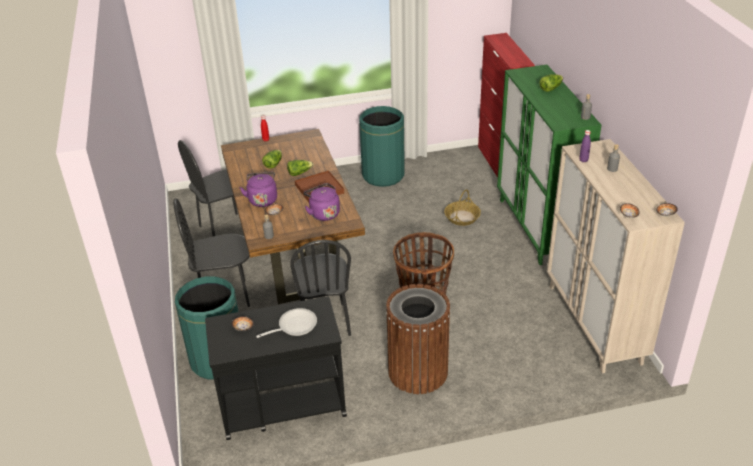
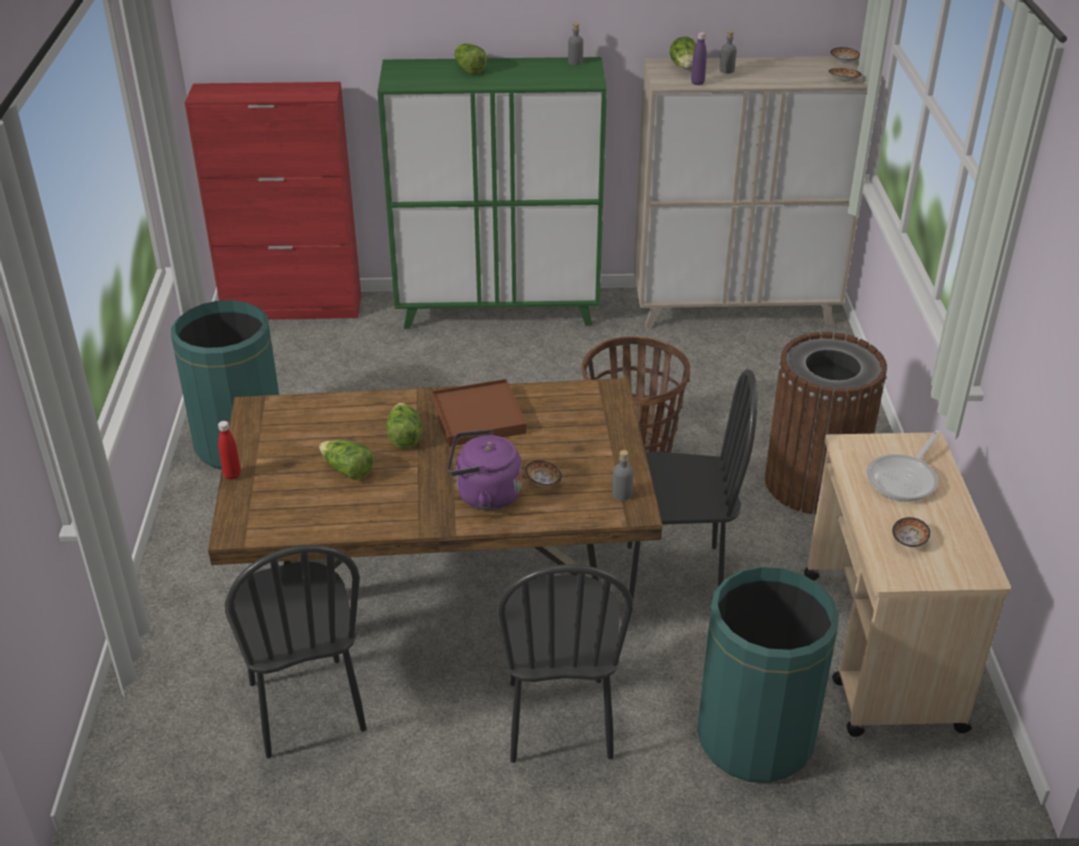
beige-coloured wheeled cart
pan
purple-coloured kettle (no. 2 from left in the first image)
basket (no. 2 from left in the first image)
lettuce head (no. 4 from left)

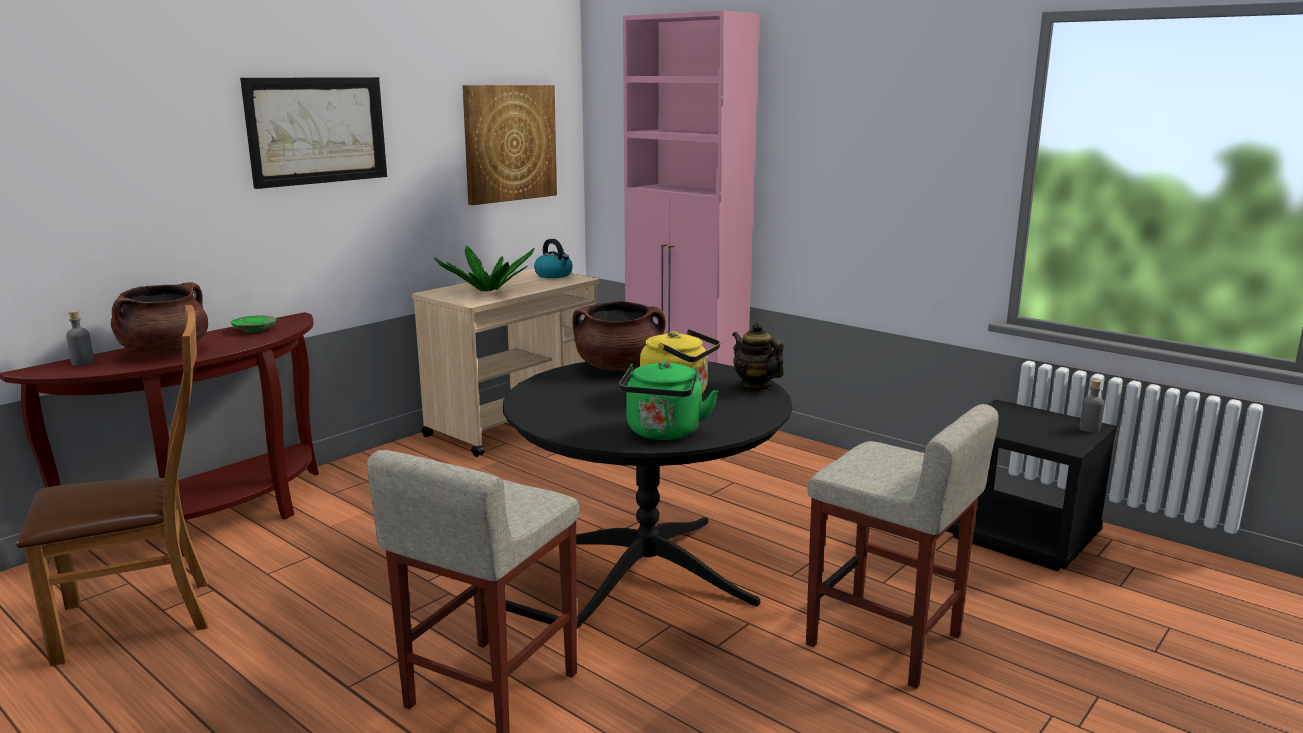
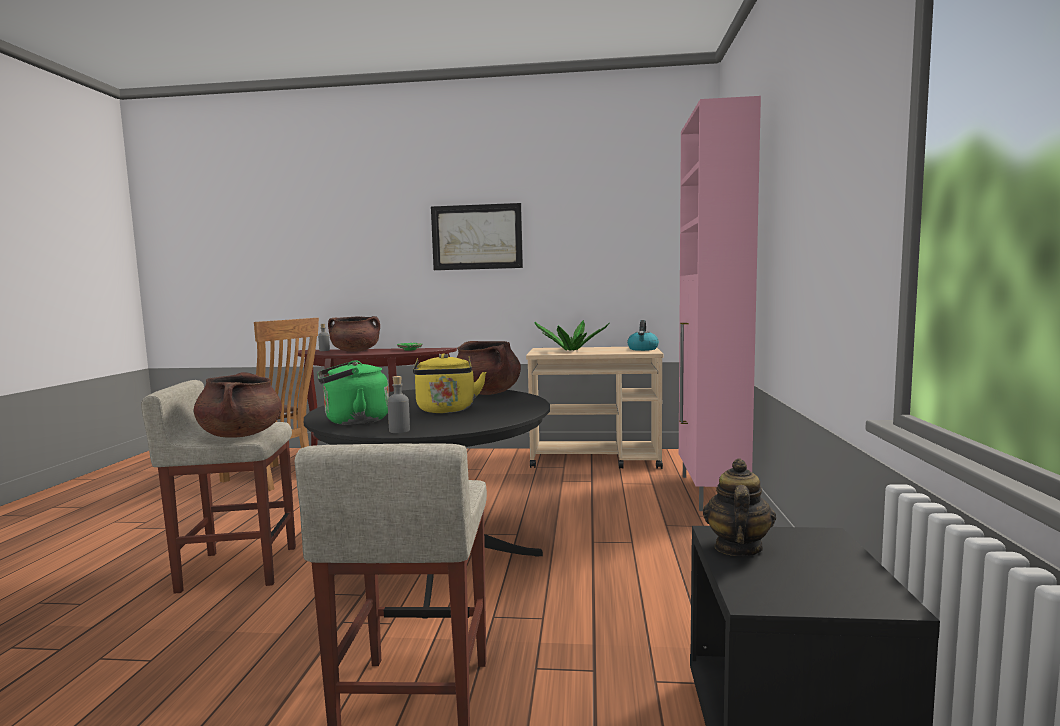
wall art (no. 2 from left in the first image)
tea pot
grey beverage bottle (no. 2 from left)
brown-coloured cooking pot (no. 1 from left)

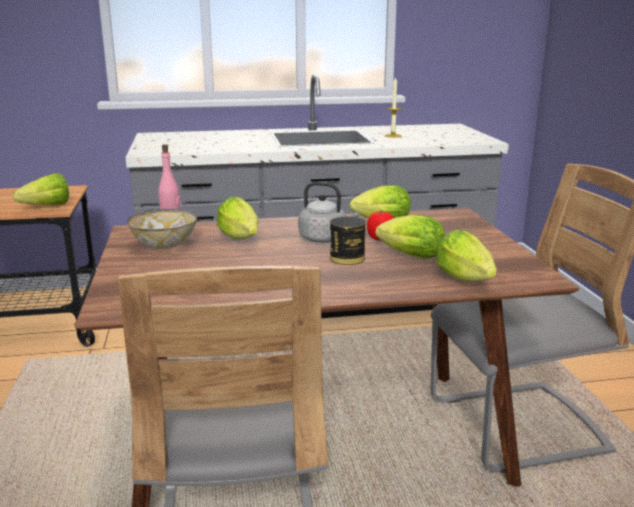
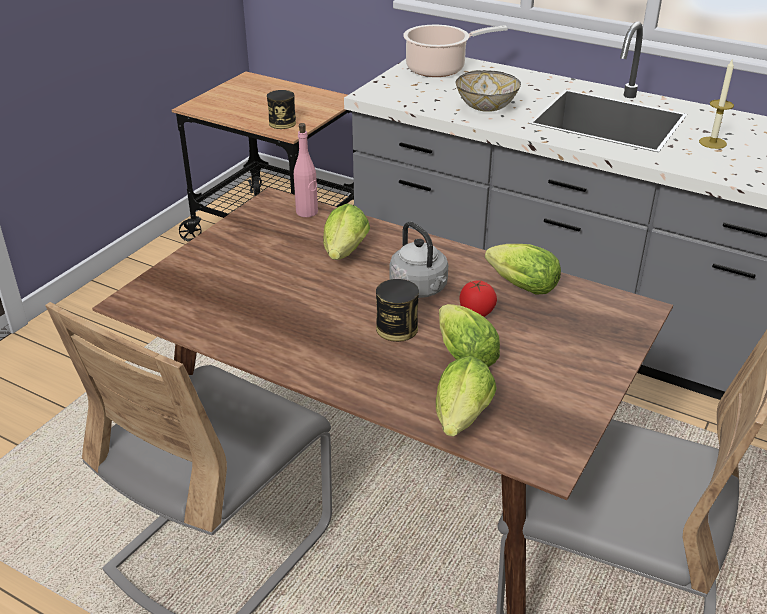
can (no. 1 from left)
serving bowl
cooking pot

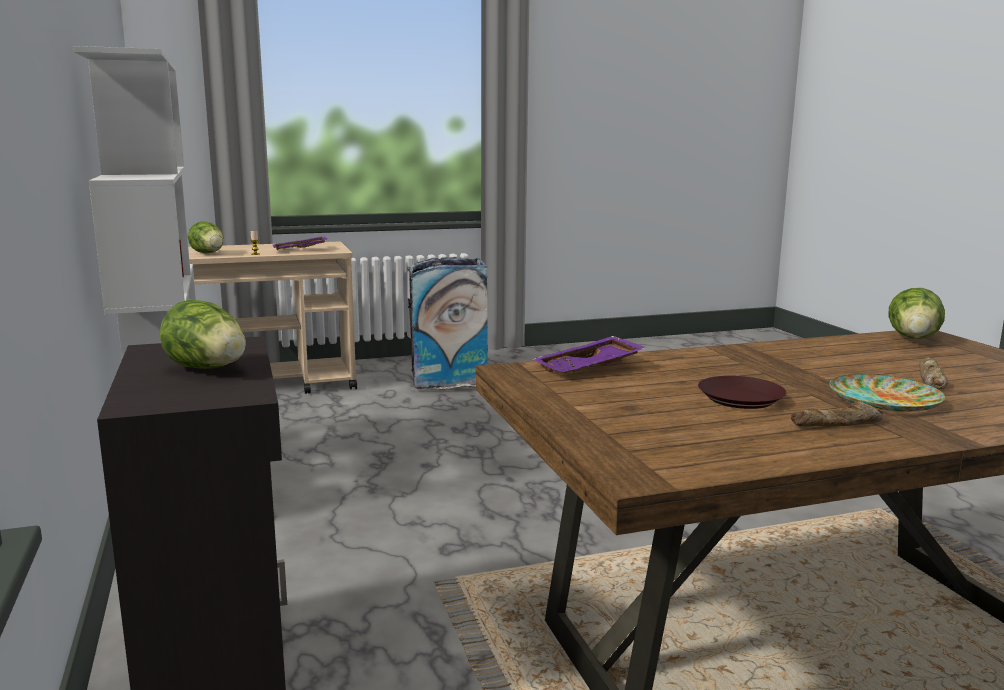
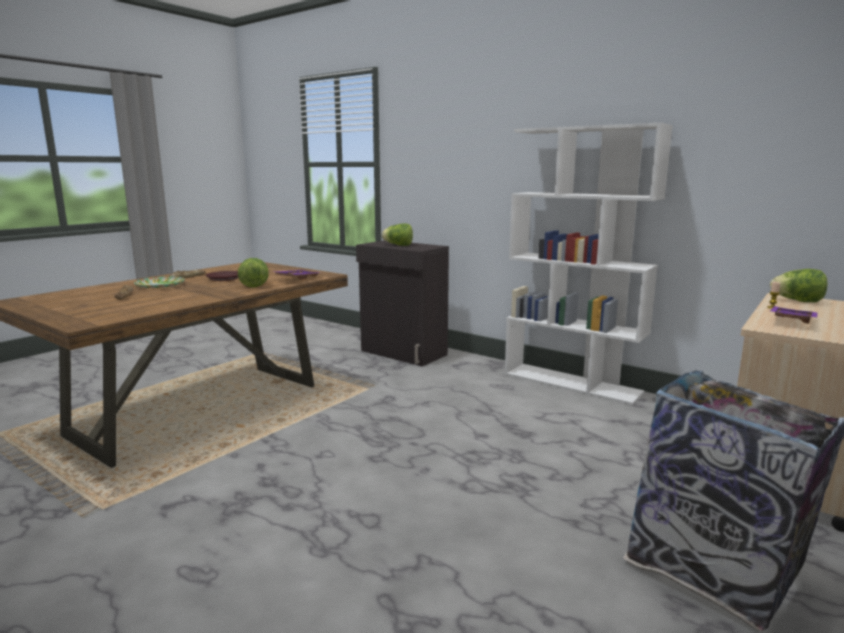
lettuce head (no. 1 from left)

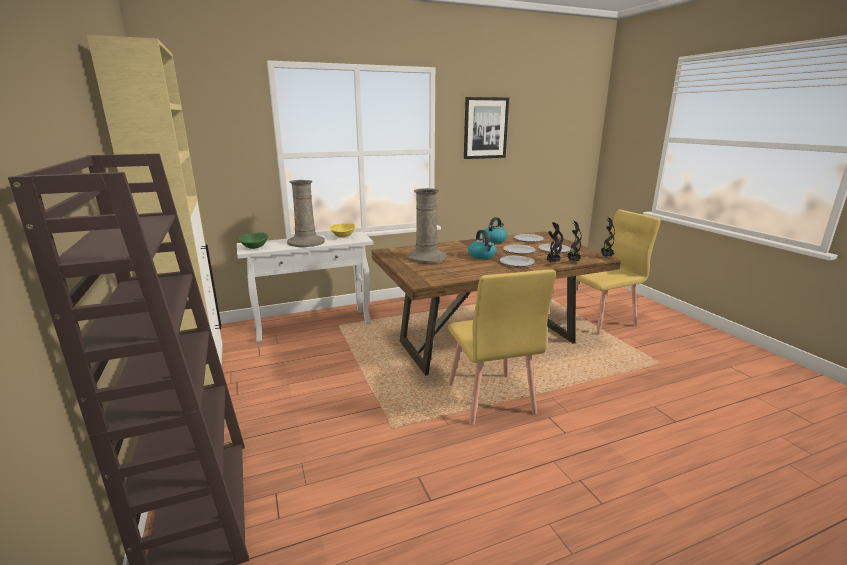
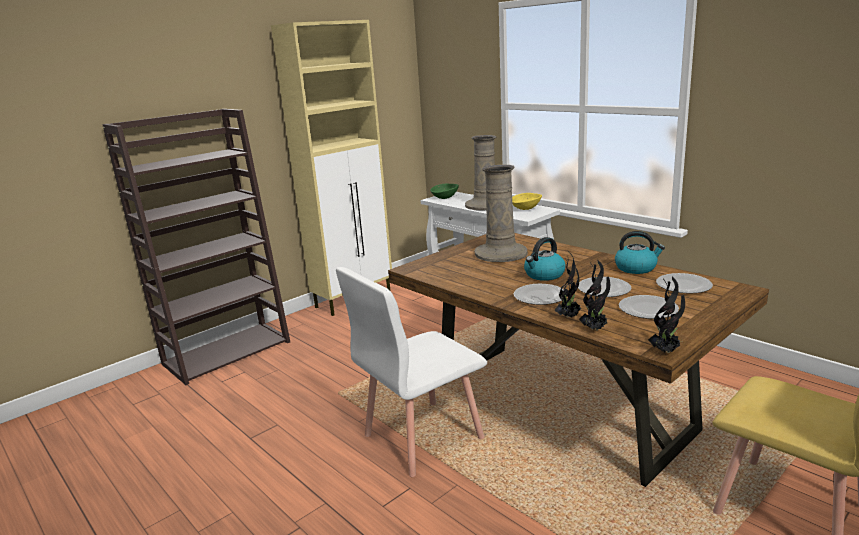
whitish plain chair
wall art

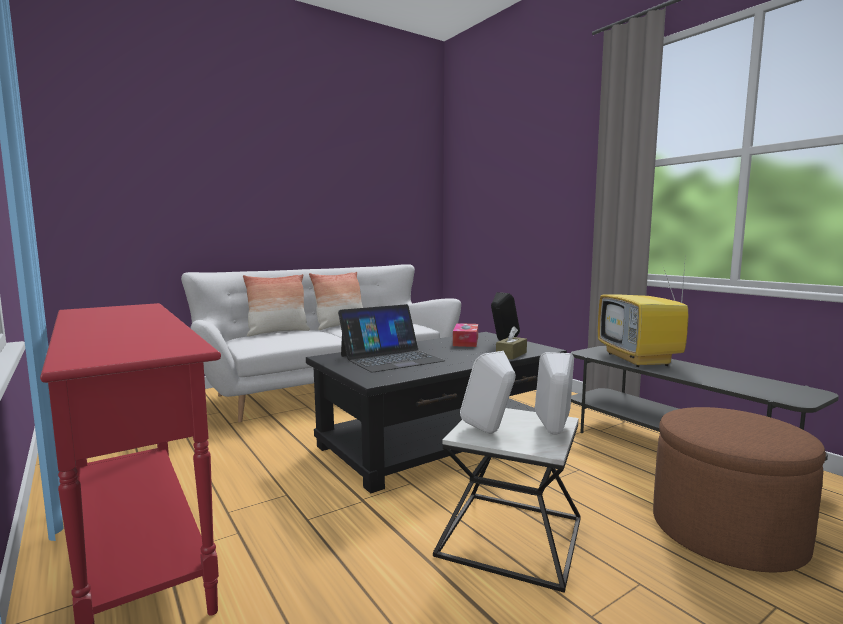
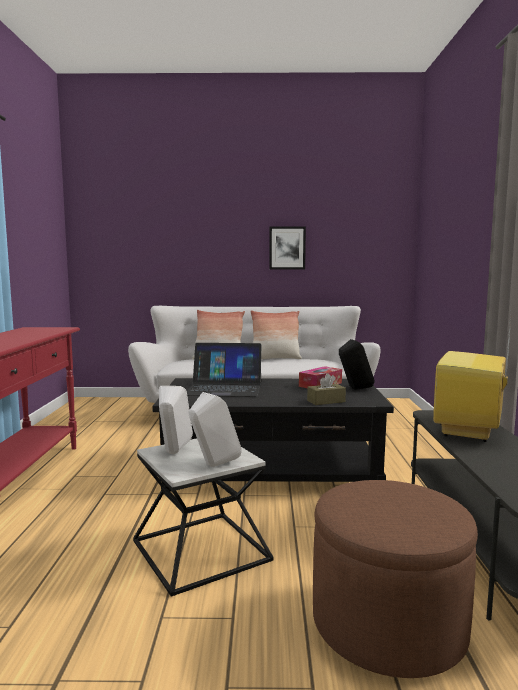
wall art

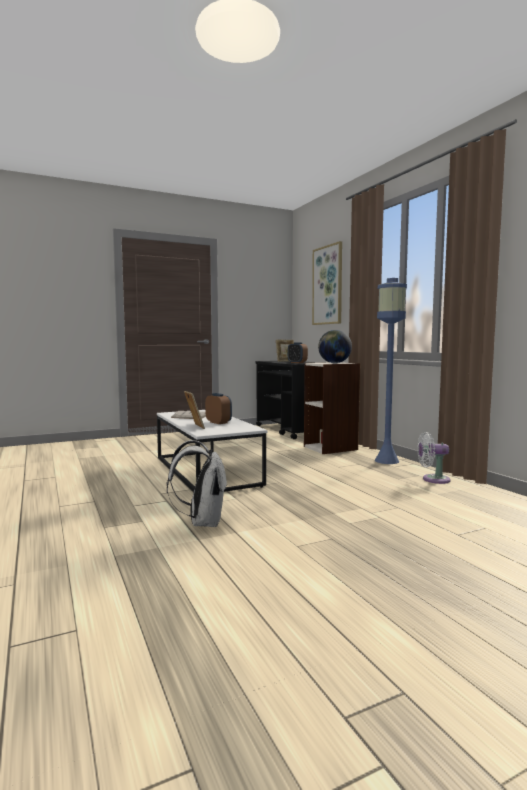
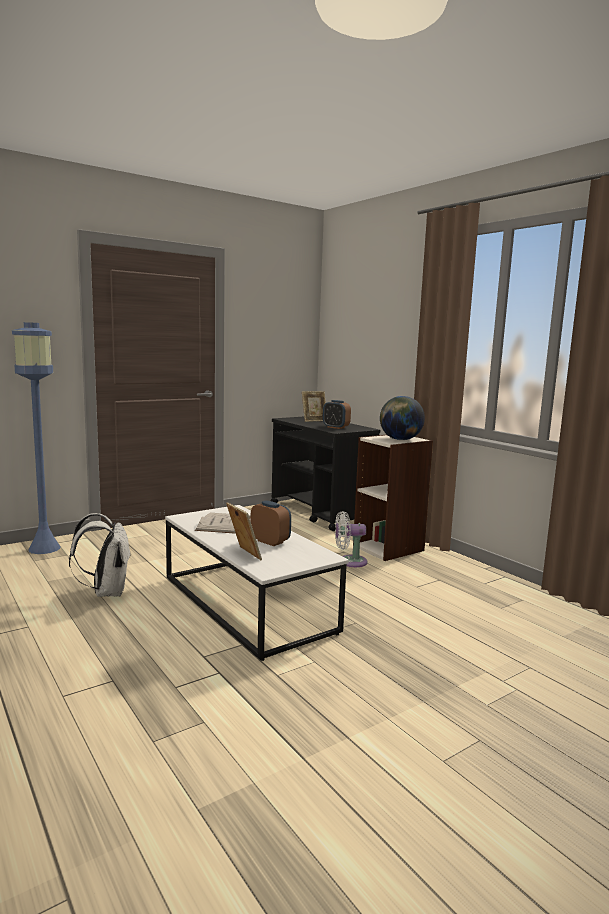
whitish rucksack
wall art
blue-coloured floor lamp
whitish cooling fan

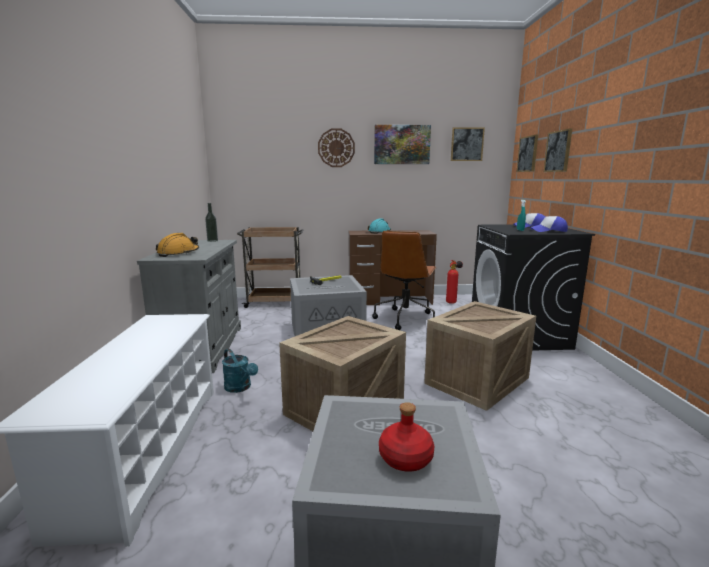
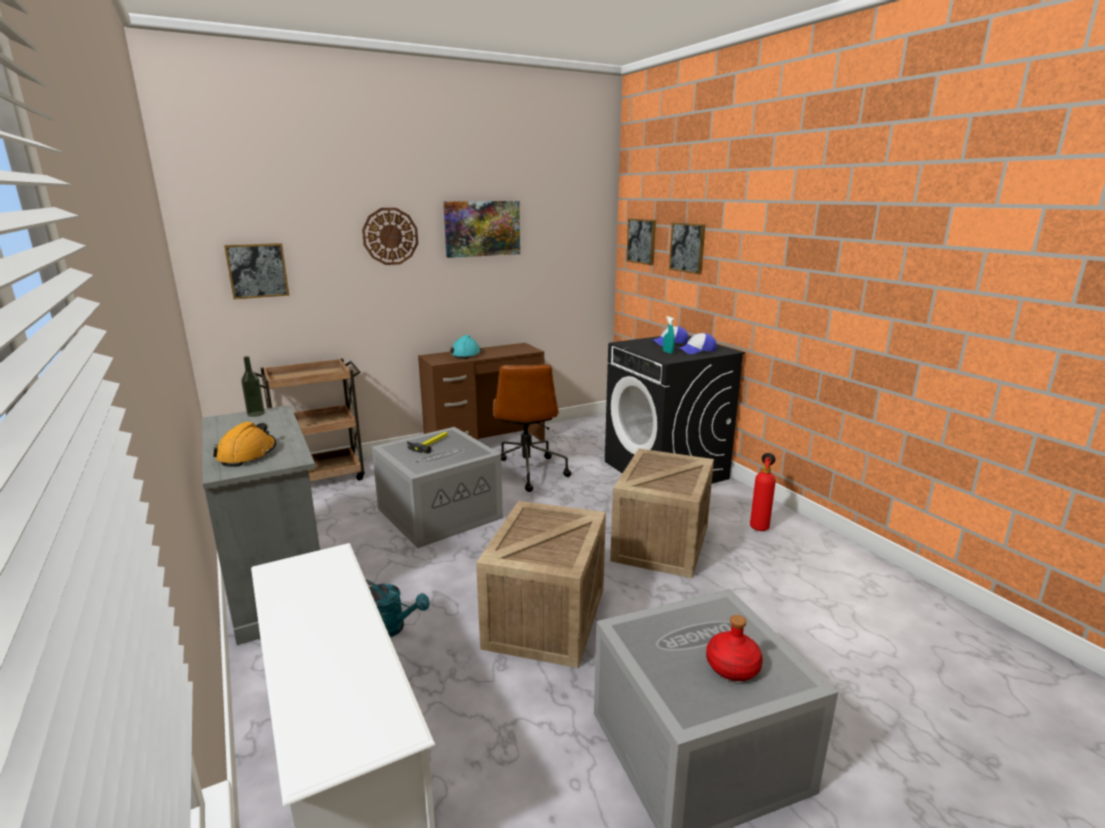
fire-fighting cylinder
wall art (no. 1 from left)

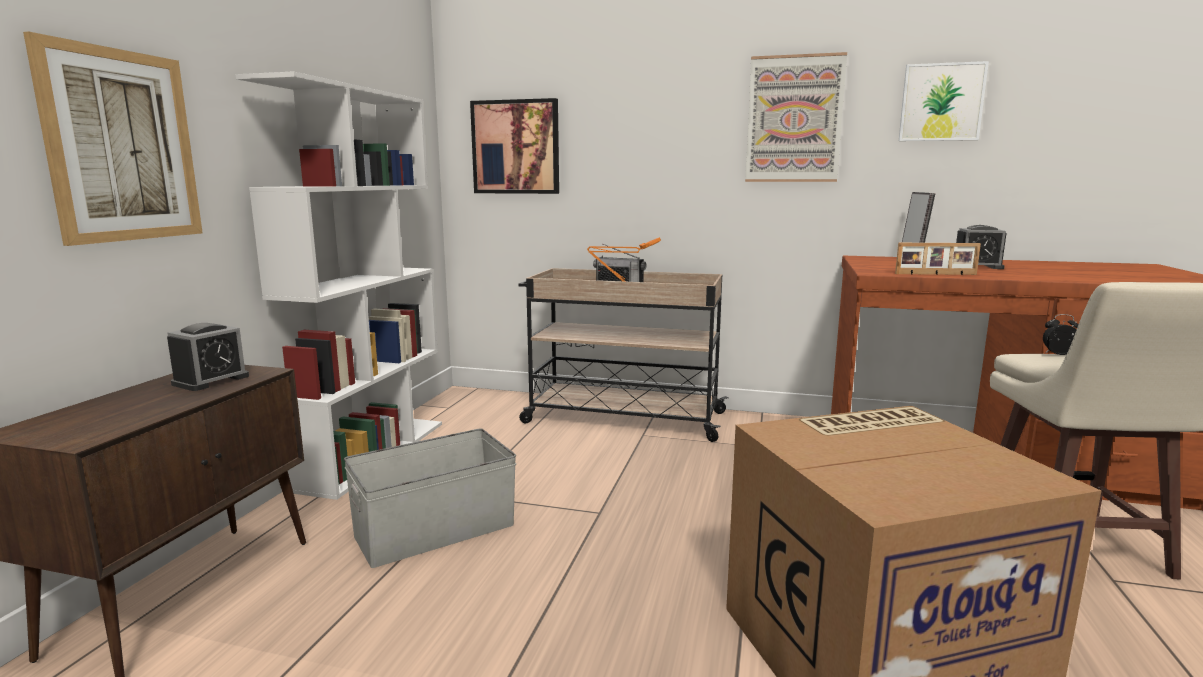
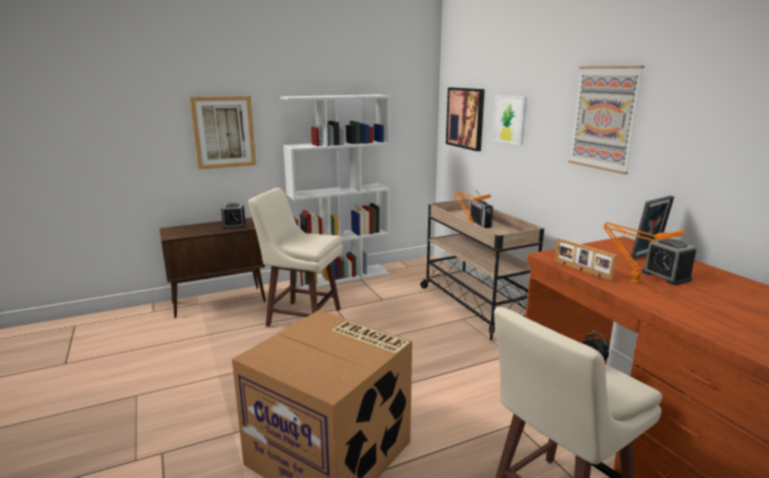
beige-coloured stool seat (no. 1 from left)
wall art (no. 3 from left)
orange tabletop lamp (no. 2 from left)

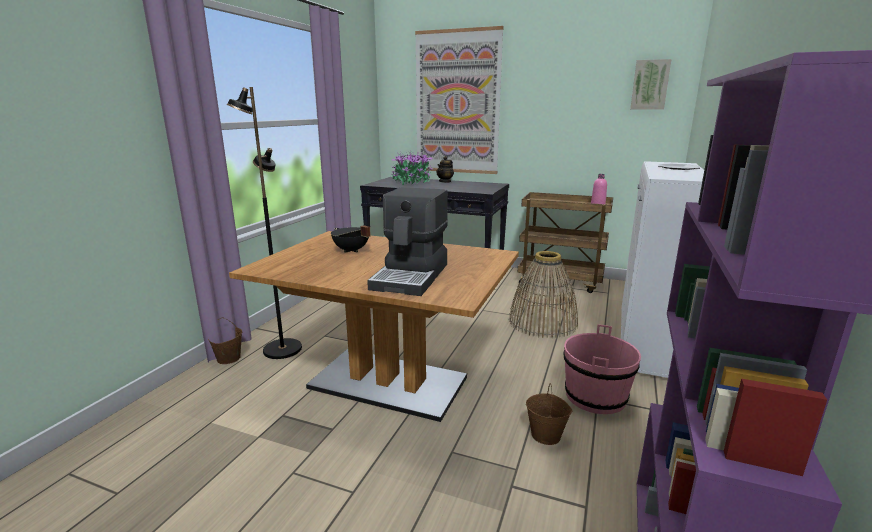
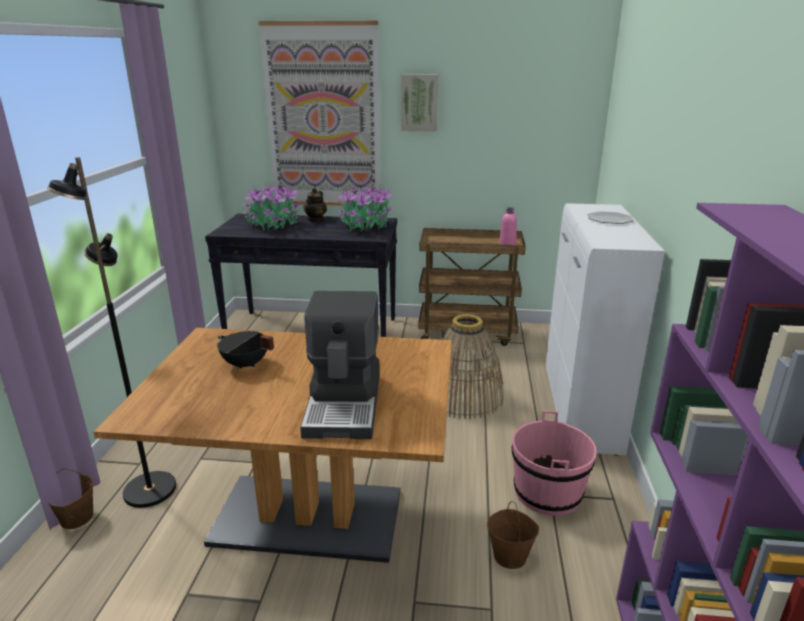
wall art (no. 2 from left)
potted plant (no. 2 from left)

